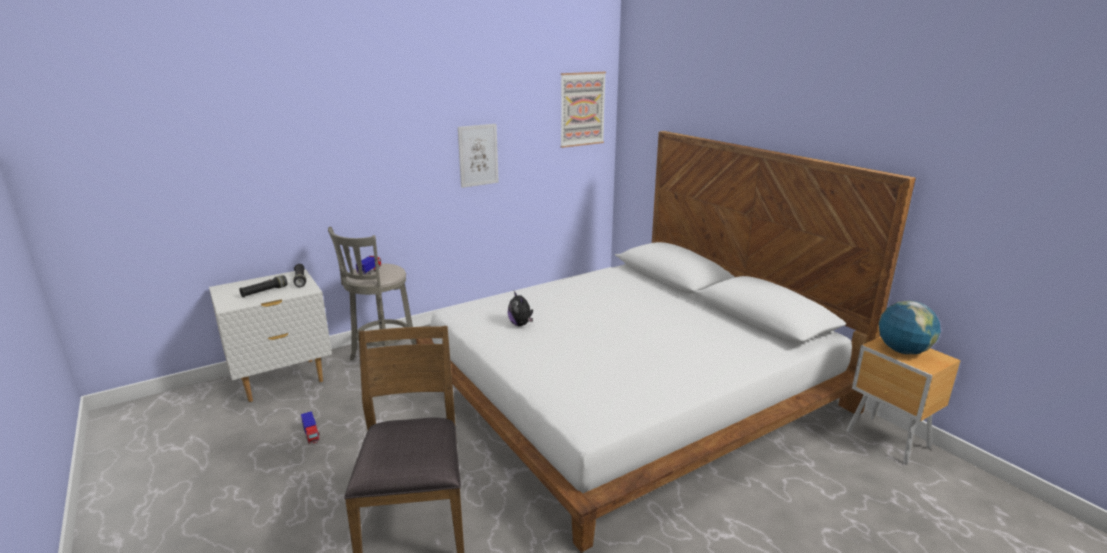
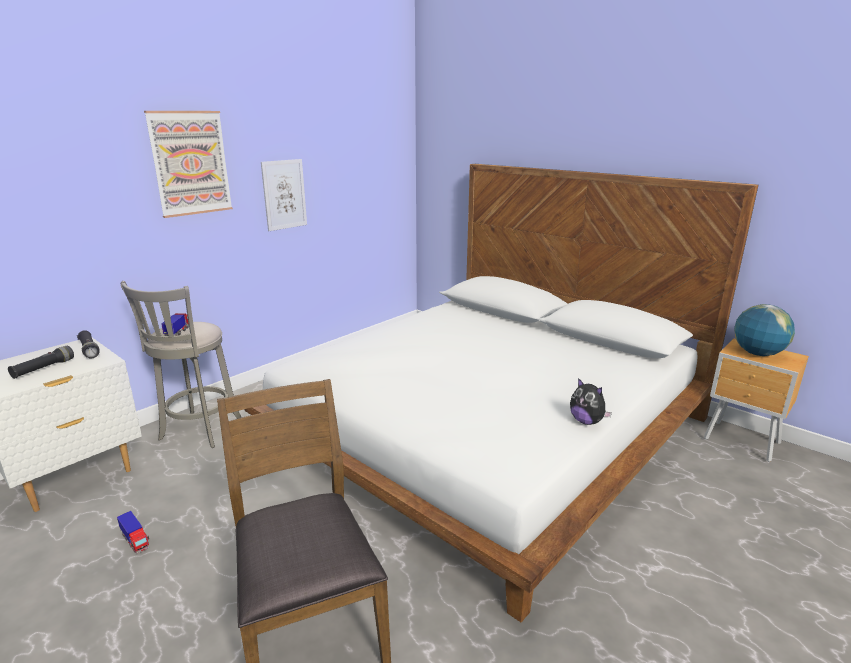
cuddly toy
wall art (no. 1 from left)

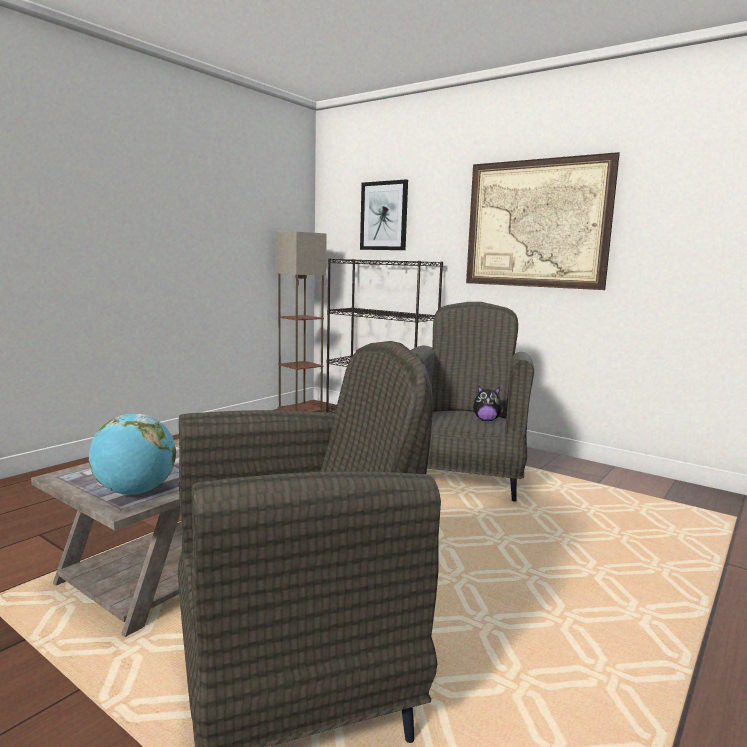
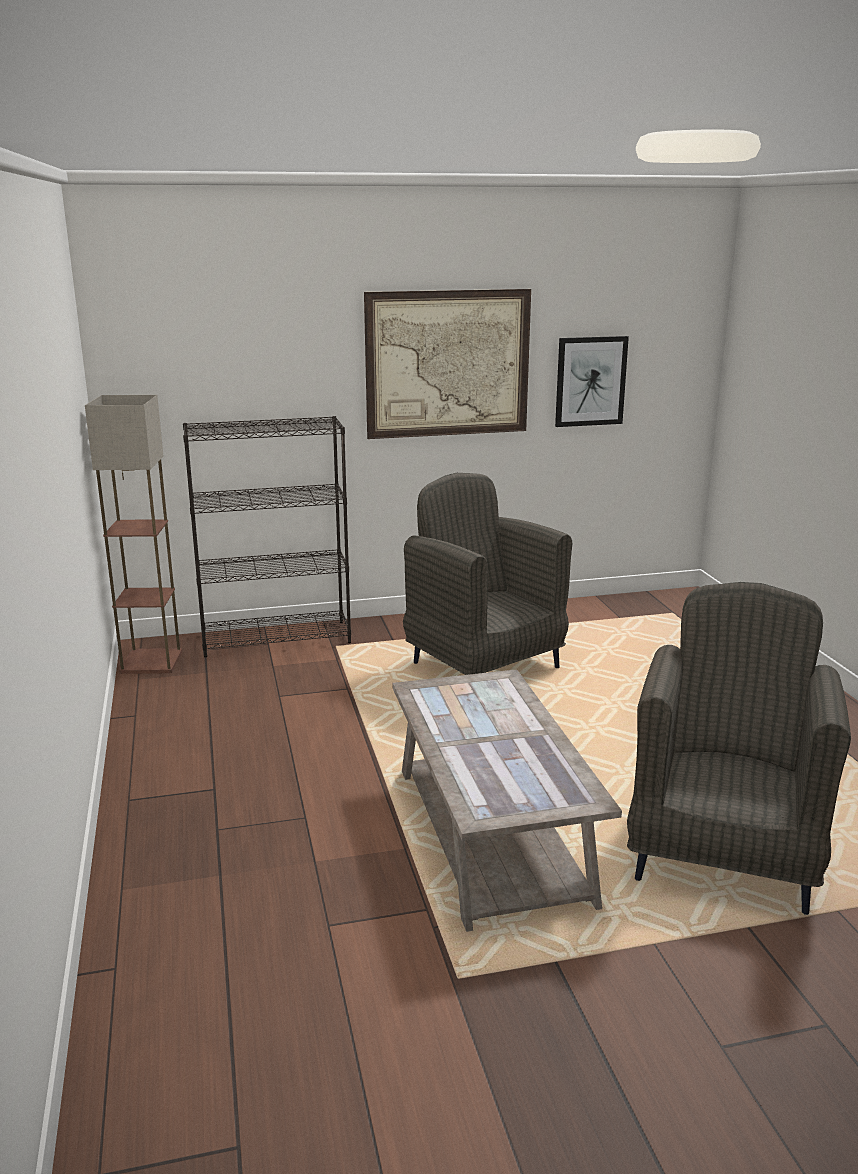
globe
wall art (no. 2 from left)
cuddly toy

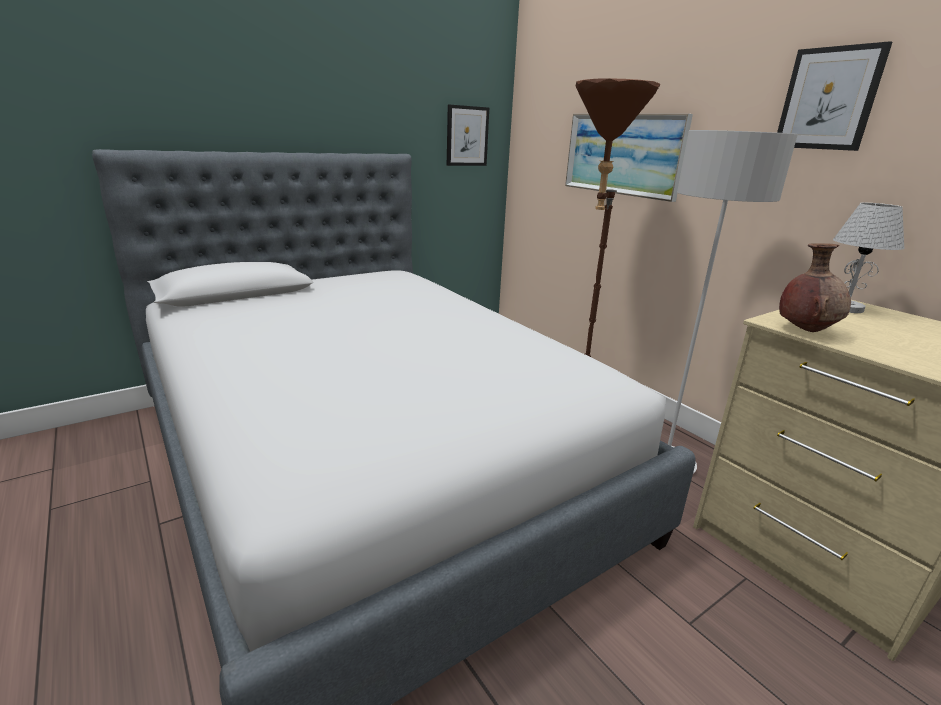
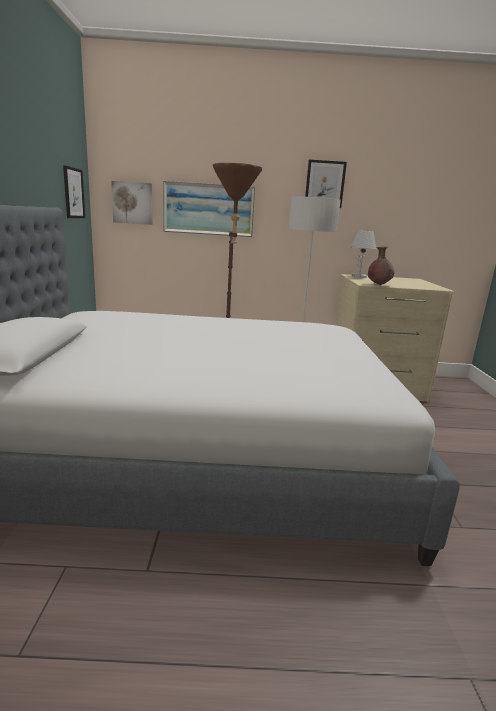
wall art (no. 2 from left)

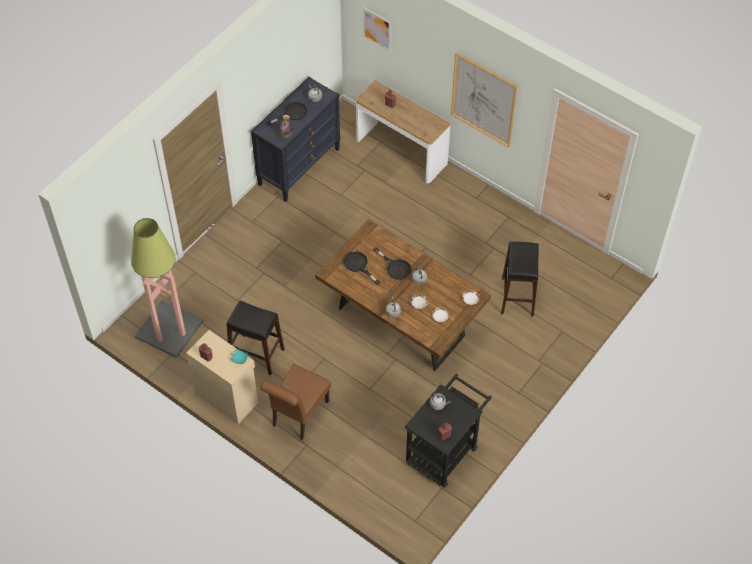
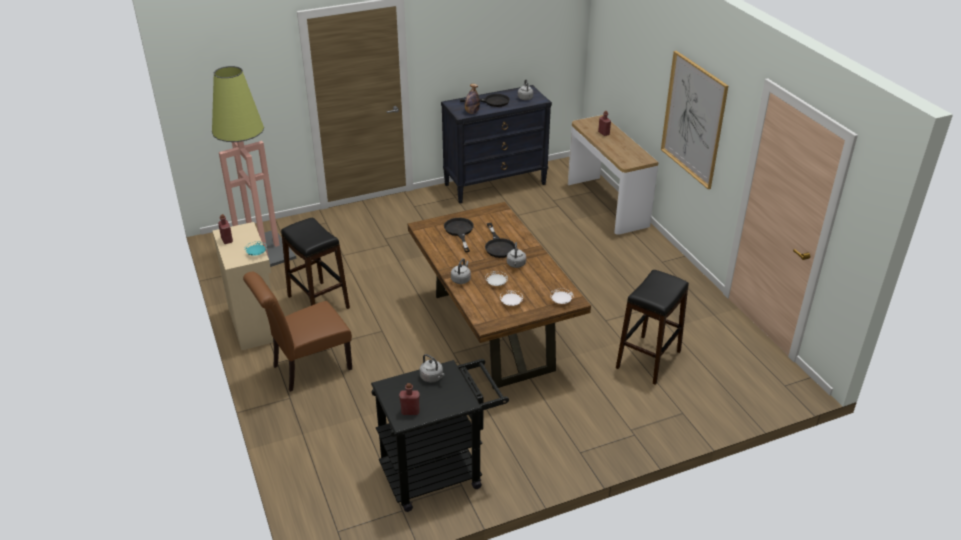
wall art (no. 1 from left in the first image)

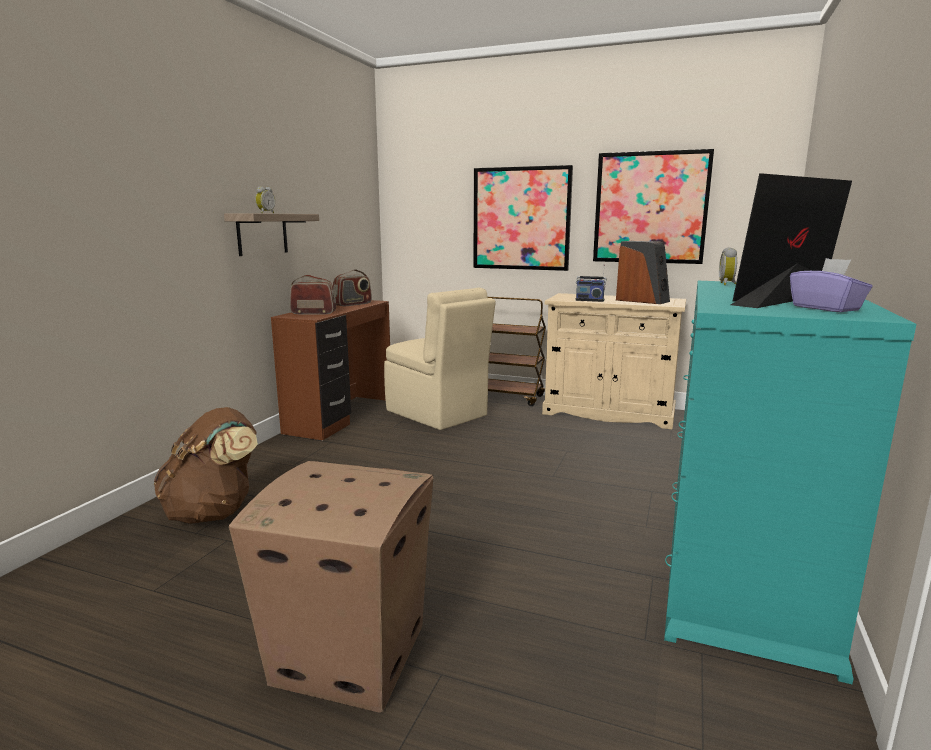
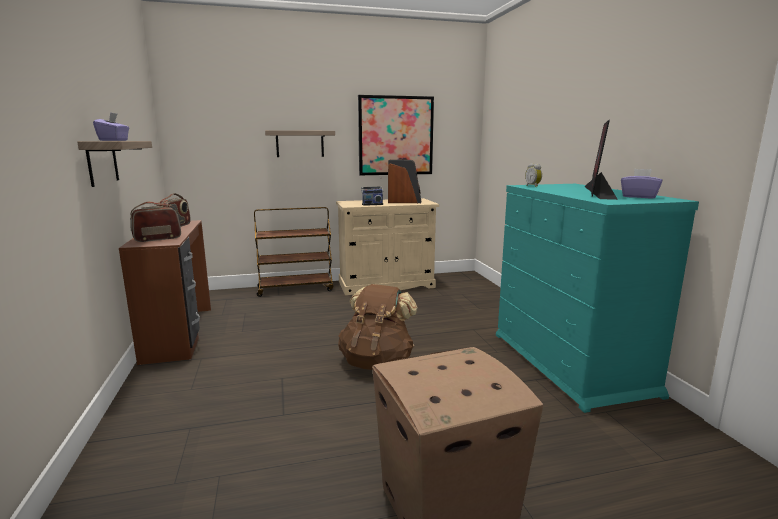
brown-coloured rucksack
purple-coloured tissue holder (no. 1 from left)
beige-coloured plain chair
shelf (no. 2 from left)

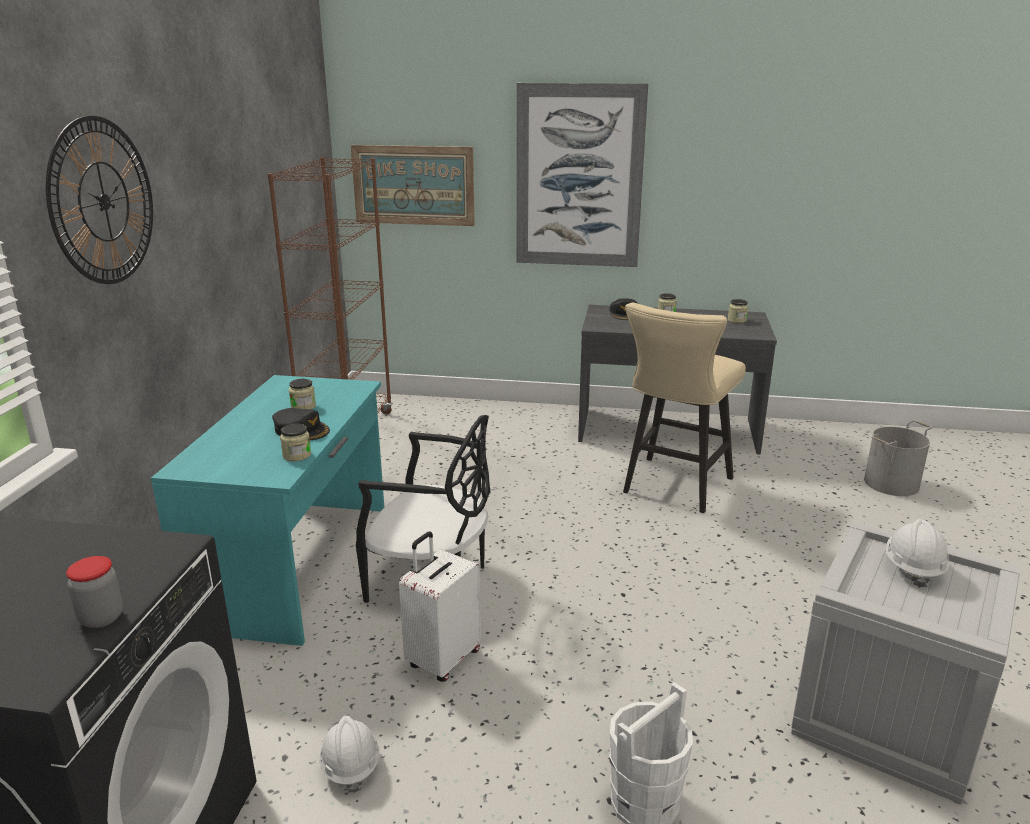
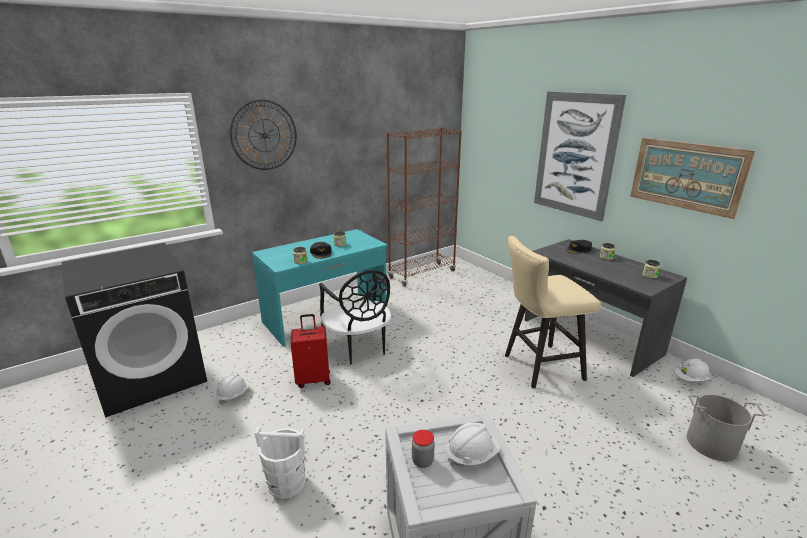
storage jar (no. 3 from left)
wall art (no. 2 from left)
red-coloured suitcase
whitish safety helmet (no. 3 from left)

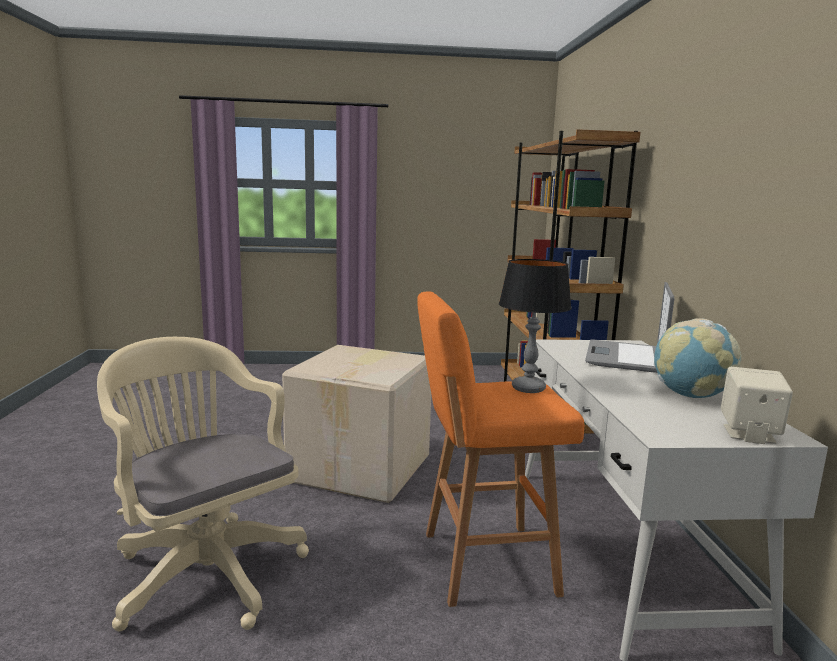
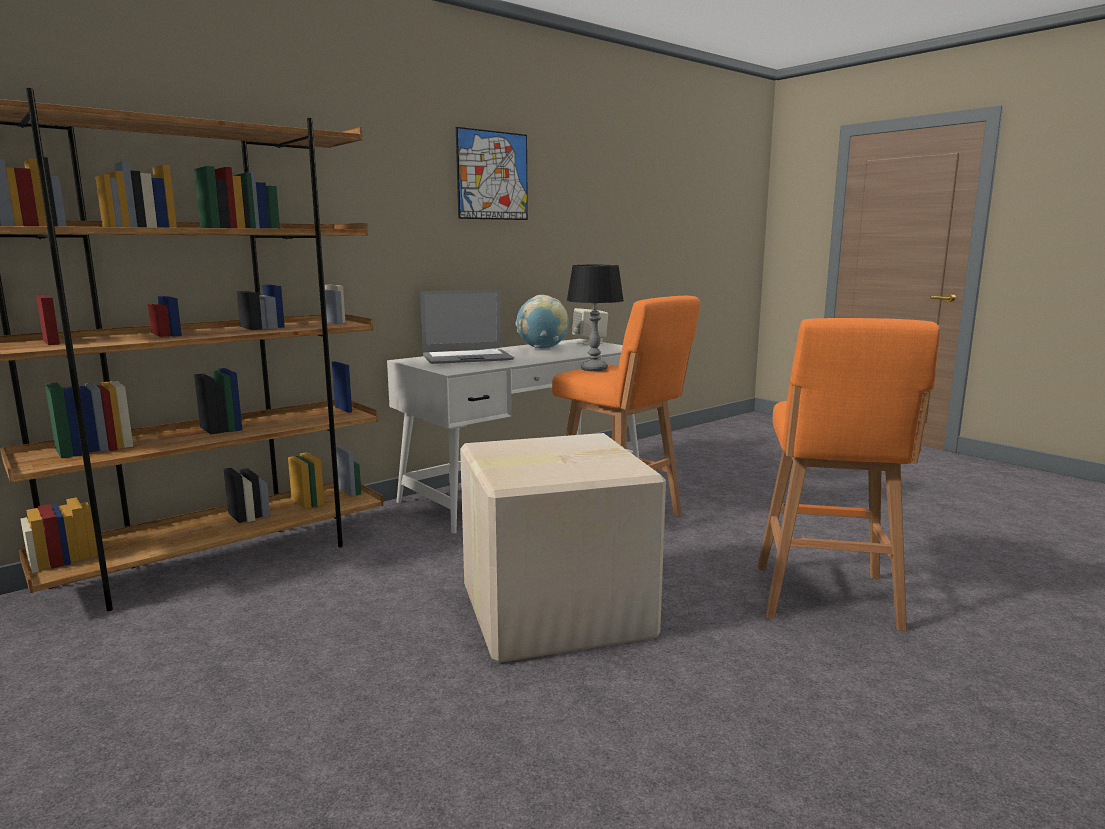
orange stool seat (no. 2 from left)
wall art

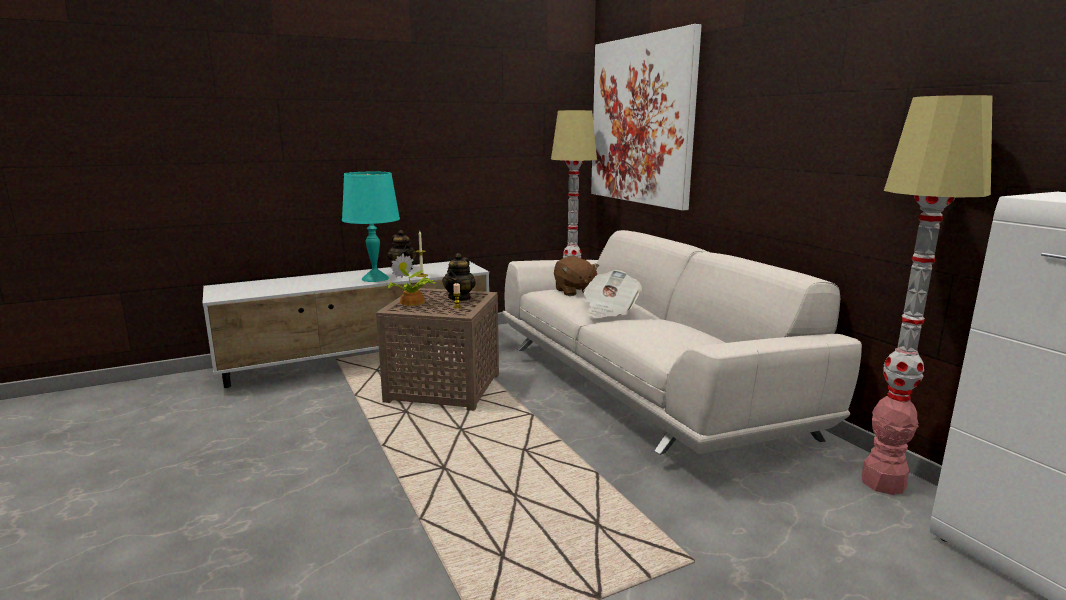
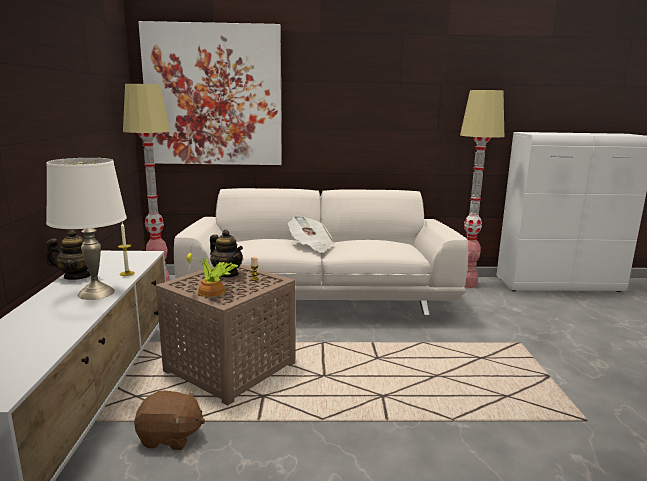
whitish tabletop lamp
brown-coloured cuddly toy

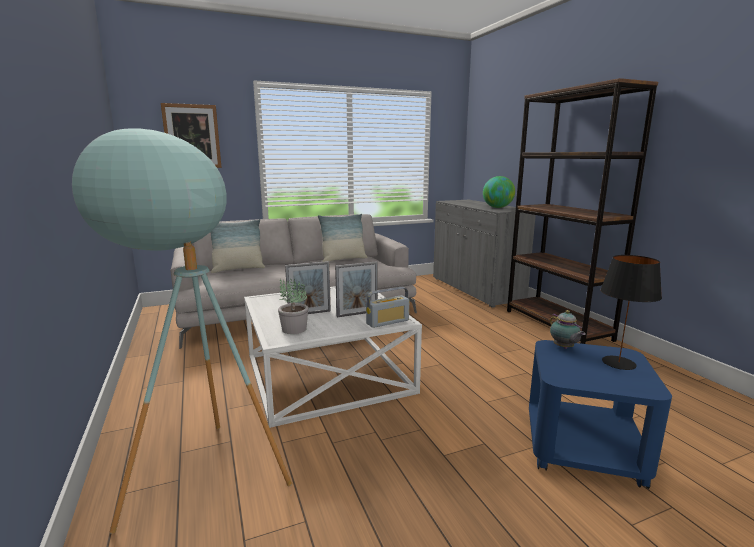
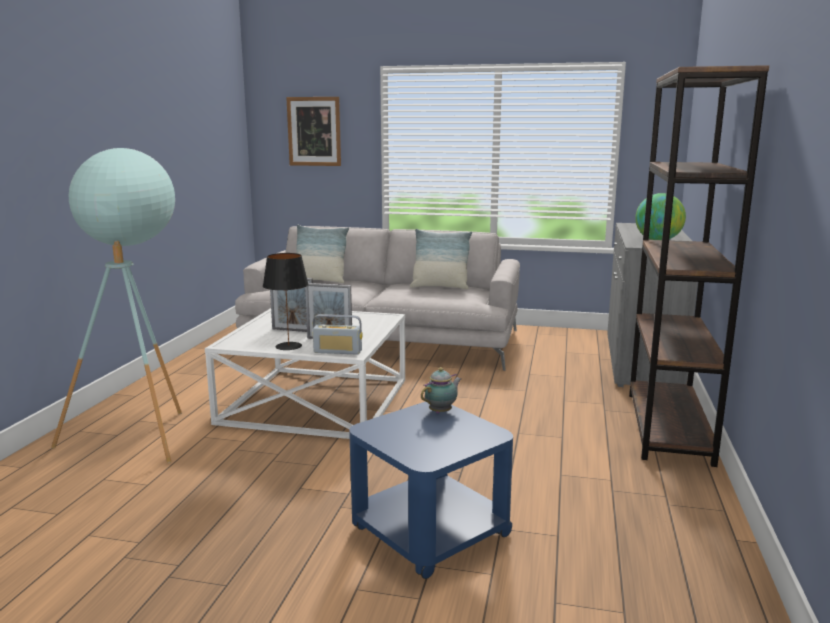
potted plant
tea pot
black-coloured tabletop lamp

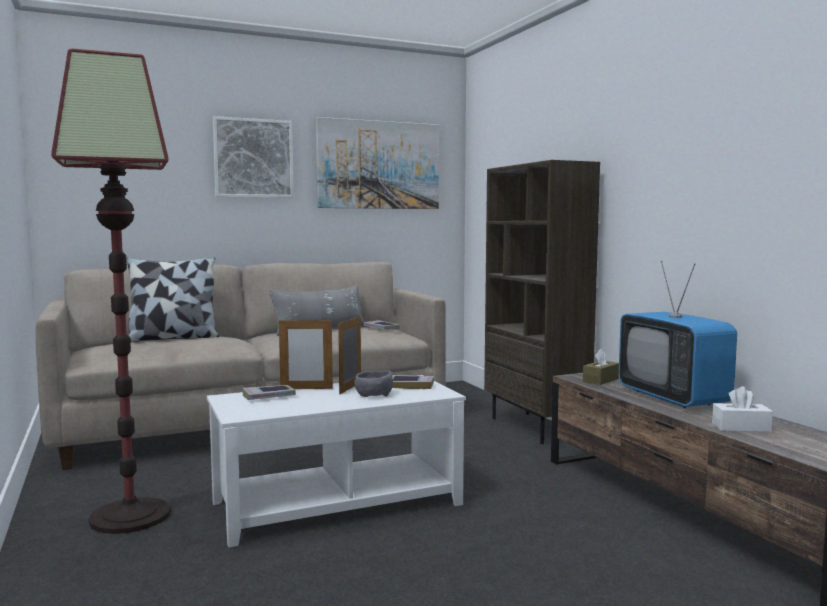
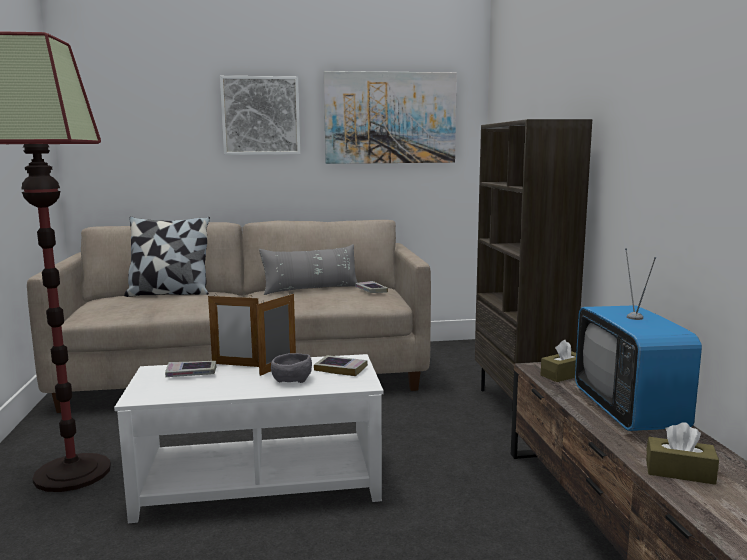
brown-coloured tissue holder (no. 2 from left)

